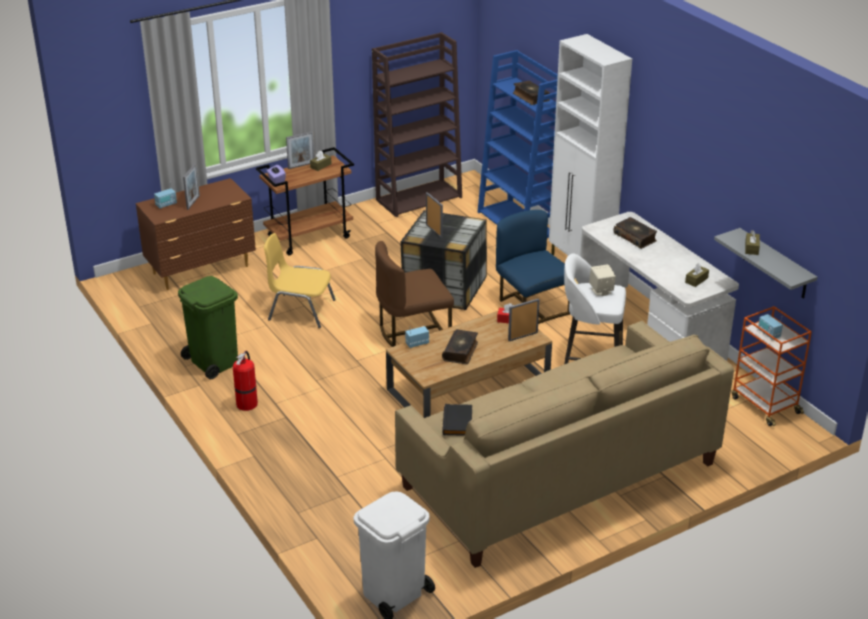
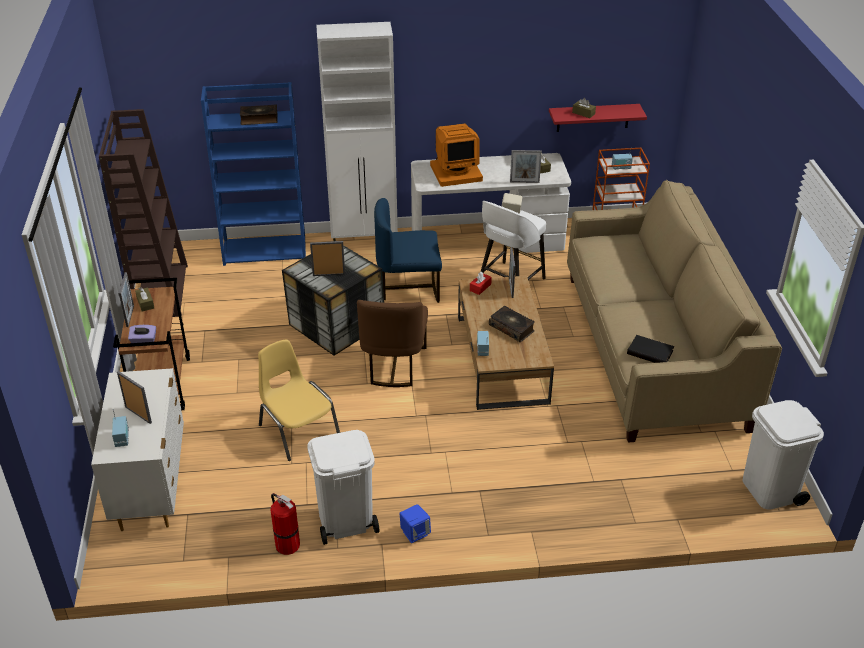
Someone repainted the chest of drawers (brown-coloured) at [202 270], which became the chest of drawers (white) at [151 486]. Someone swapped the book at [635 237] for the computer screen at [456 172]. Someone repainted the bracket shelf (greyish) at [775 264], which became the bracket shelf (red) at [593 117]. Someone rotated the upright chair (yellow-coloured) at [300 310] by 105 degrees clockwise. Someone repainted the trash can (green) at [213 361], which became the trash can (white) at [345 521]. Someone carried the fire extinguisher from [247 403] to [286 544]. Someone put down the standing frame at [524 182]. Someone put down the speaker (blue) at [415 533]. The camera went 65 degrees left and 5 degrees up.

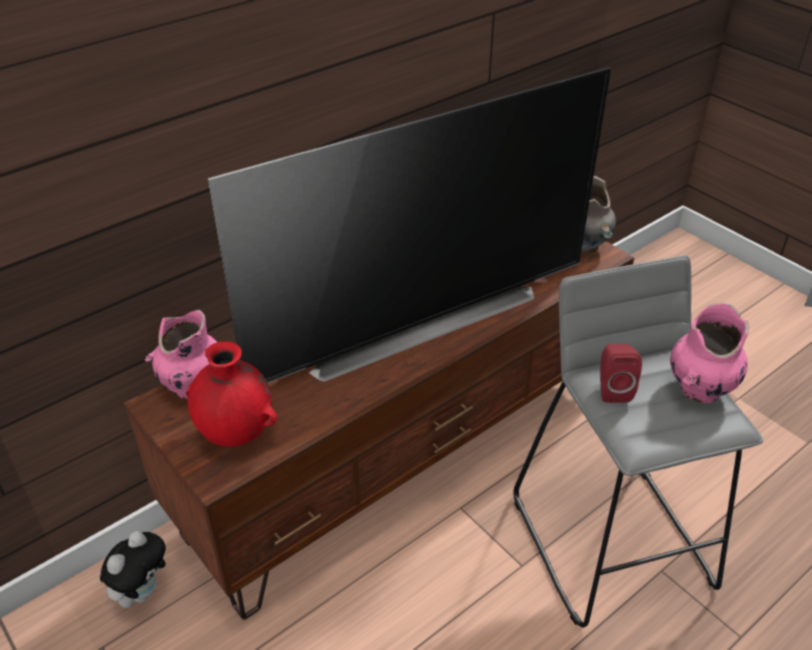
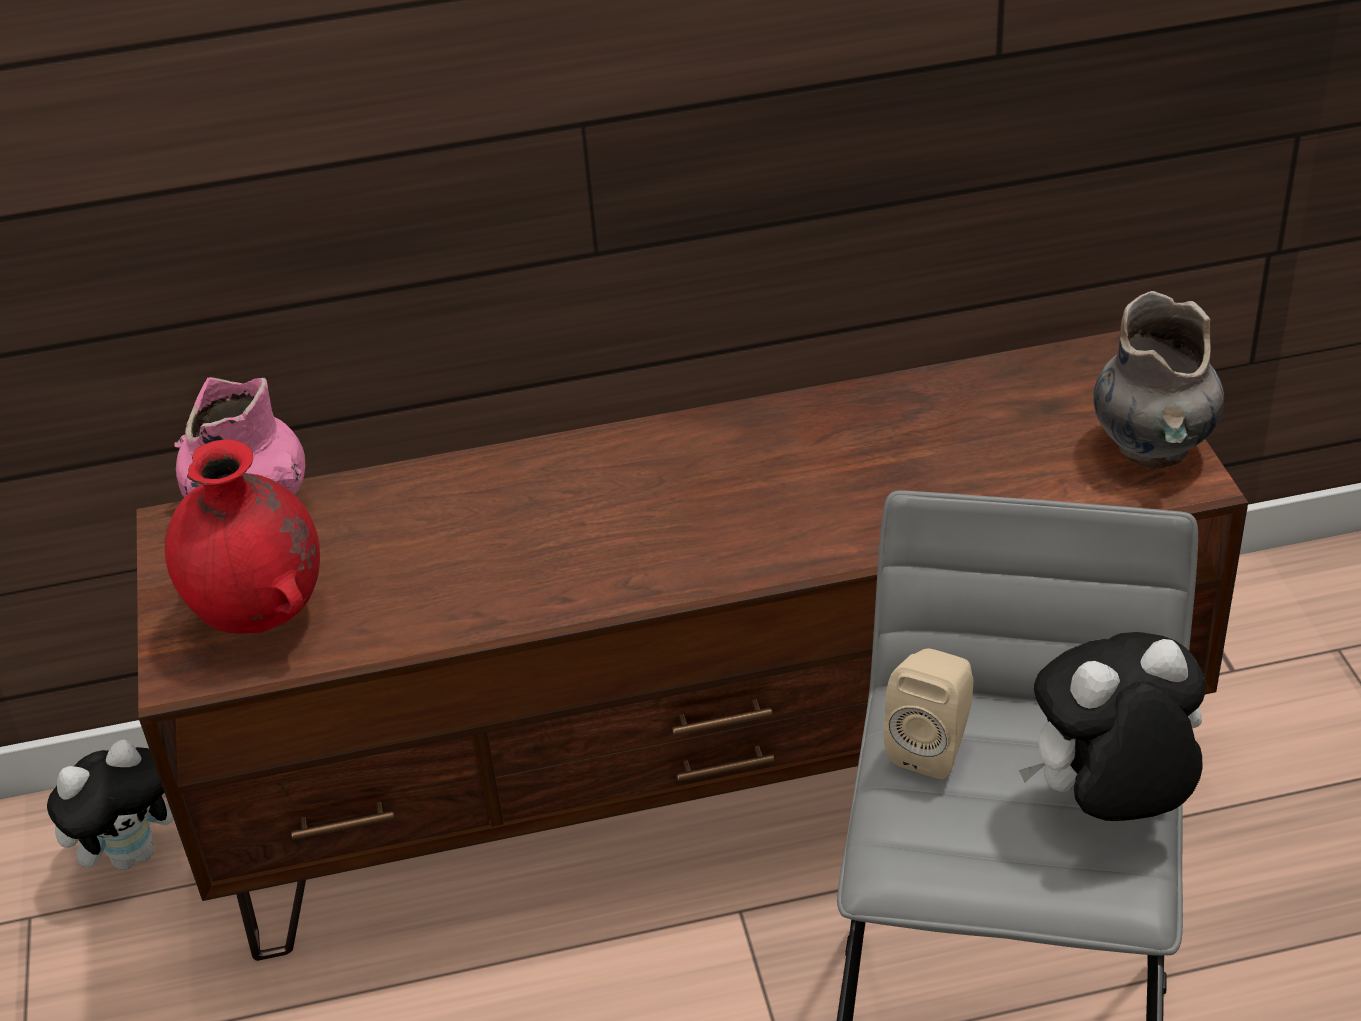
Someone took away the TV set at [417 319]. Someone swapped the decorative vase (pink) at [699 390] for the plush toy at [1109 806]. Someone repainted the speaker (red) at [612 389], which became the speaker (beige-coloured) at [932 746]. The camera went 30 degrees right and 0 degrees up.

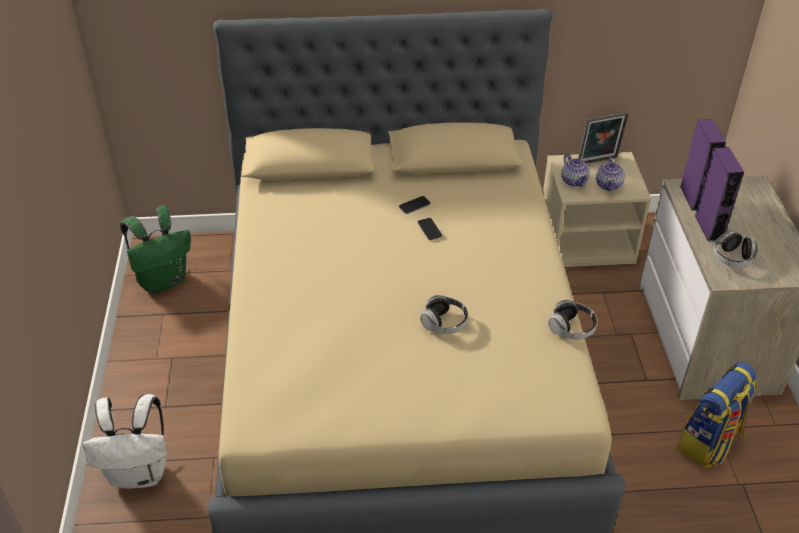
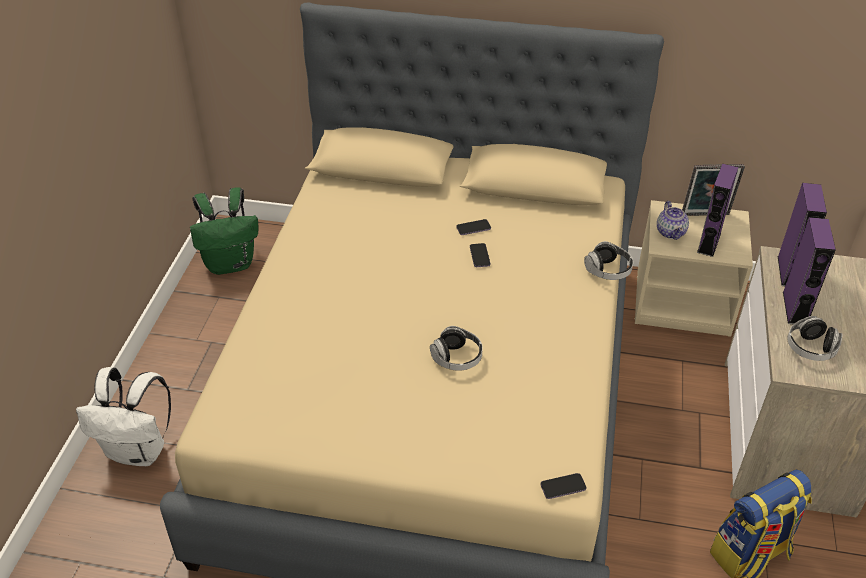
Someone swapped the pot for tea at [608 184] for the speaker (purple-coloured) at [709 242]. Someone carried the pair of headphones from [571 328] to [608 271]. Someone put down the handset at [563 487]. The camera went 15 degrees right and 0 degrees up.

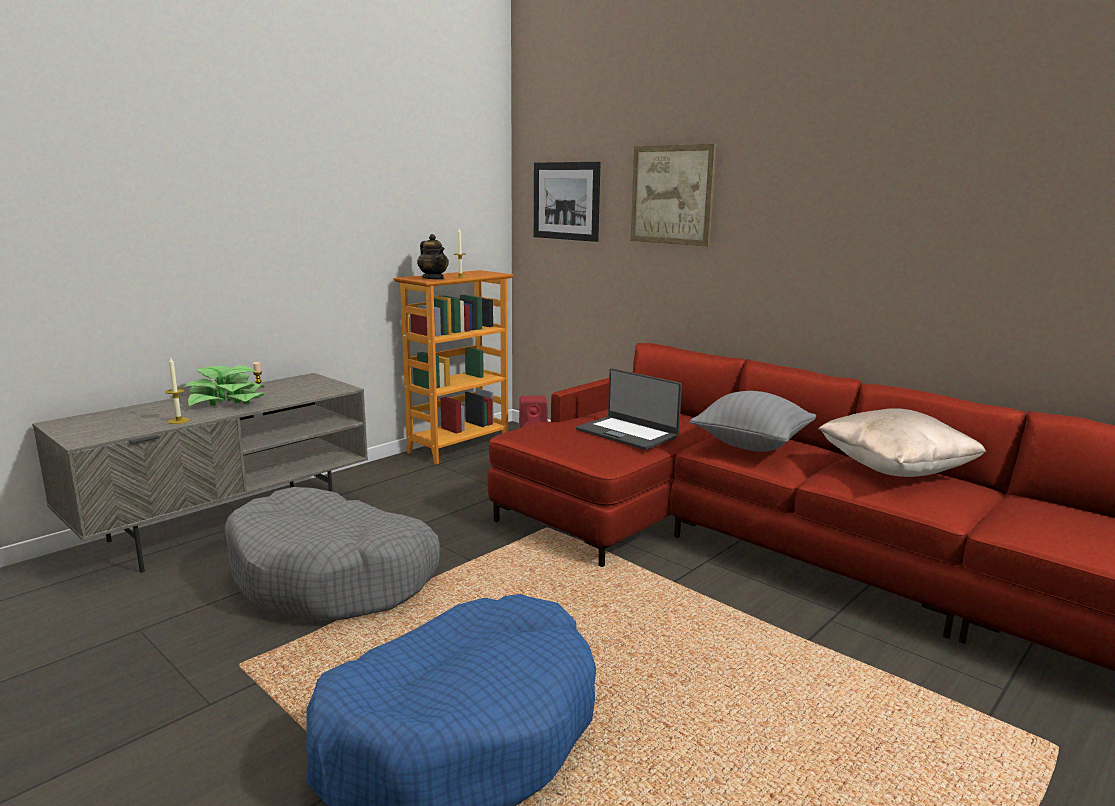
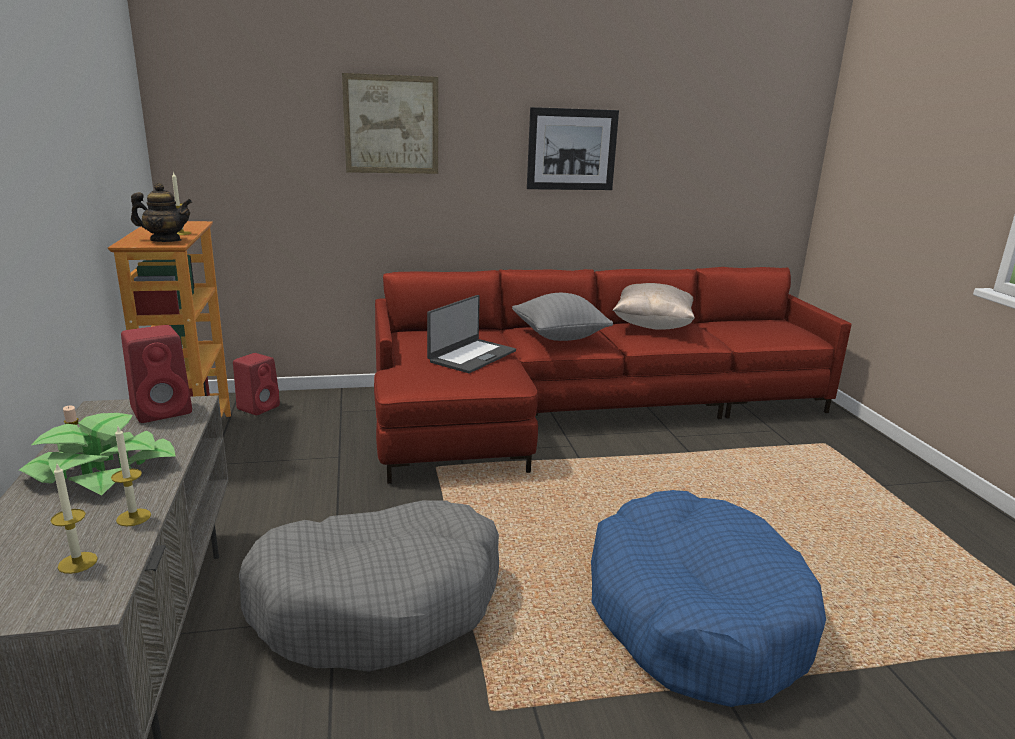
Someone carried the picture from [566 201] to [572 149]. Someone rotated the portable computer at [627 433] by 45 degrees counterclockwise. Someone put down the speaker (red) at [164 410]. Someone put down the wax candle at [77 563]. The camera went 55 degrees left and 5 degrees up.

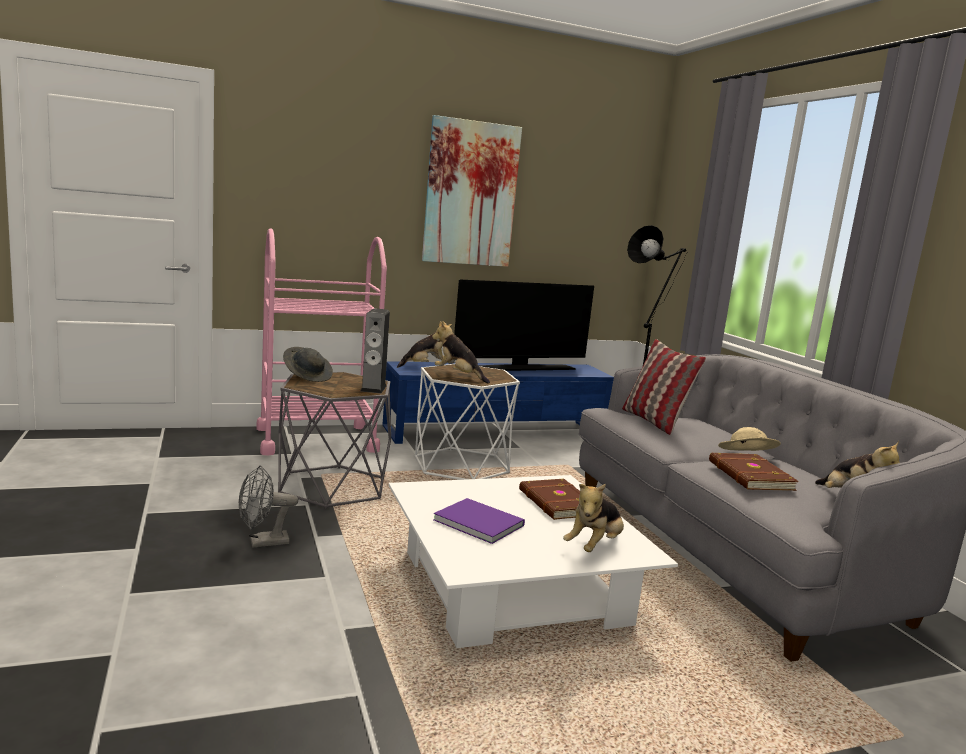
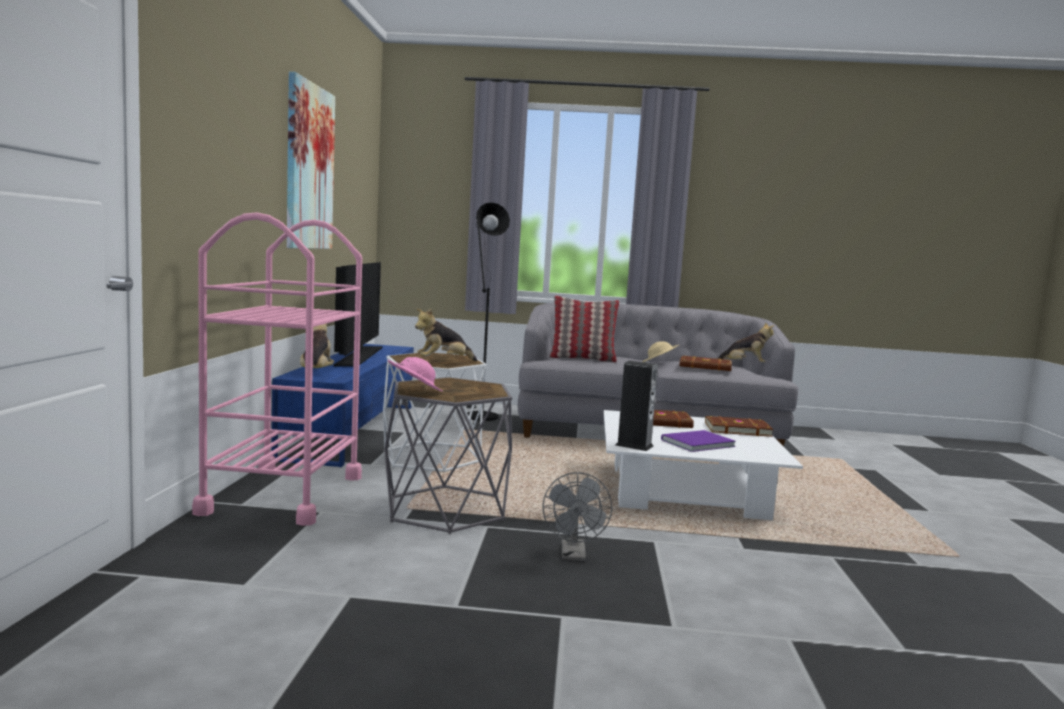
Someone carried the speaker from [373 388] to [634 445]. Someone repainted the hat (greyish) at [308 376], which became the hat (pink) at [414 391]. Someone swapped the plush toy at [594 546] for the book (brown-coloured) at [736 429]. The camera went 65 degrees left and 5 degrees down.

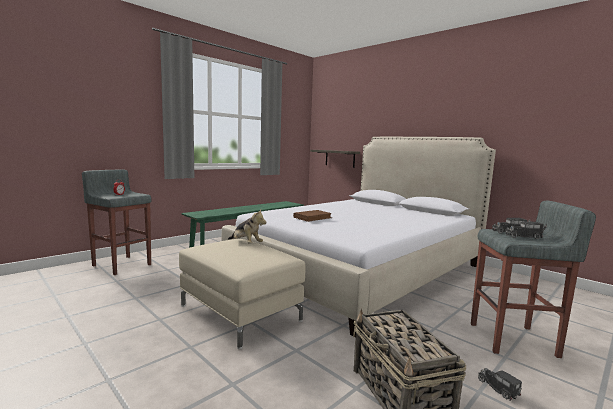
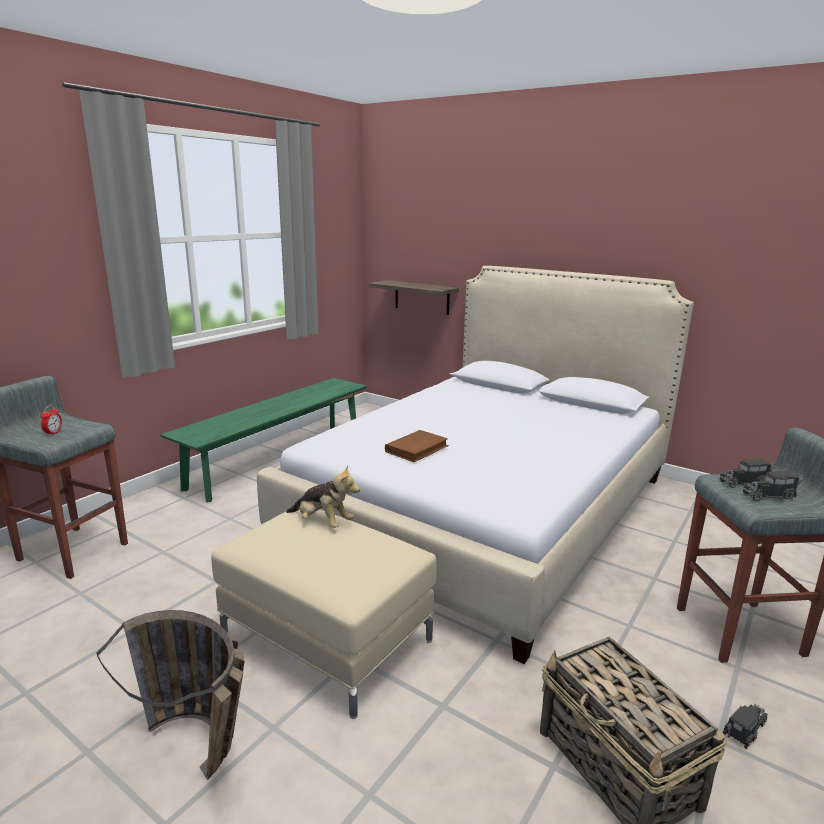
Someone rotated the toy lorry at [500 389] by 90 degrees clockwise. Someone put down the storage basket at [204 754]. The camera went 10 degrees left and 10 degrees up.

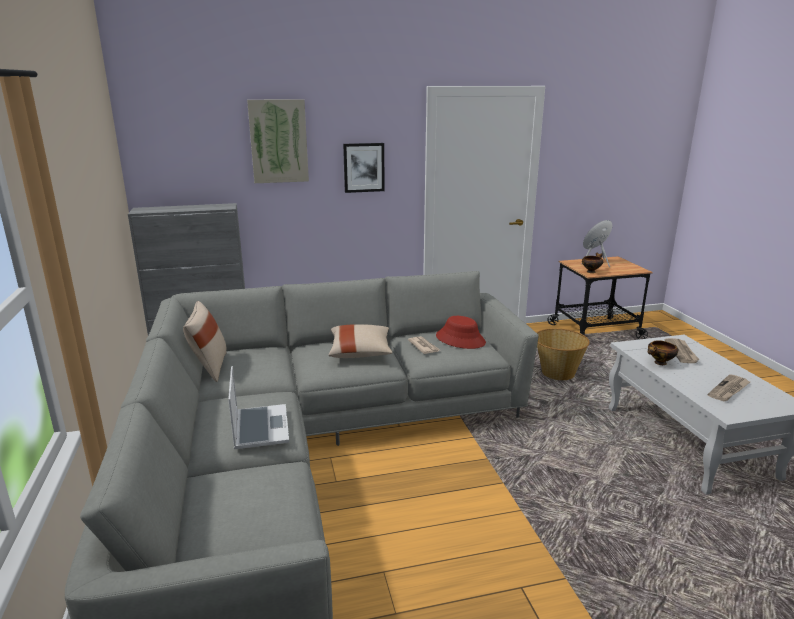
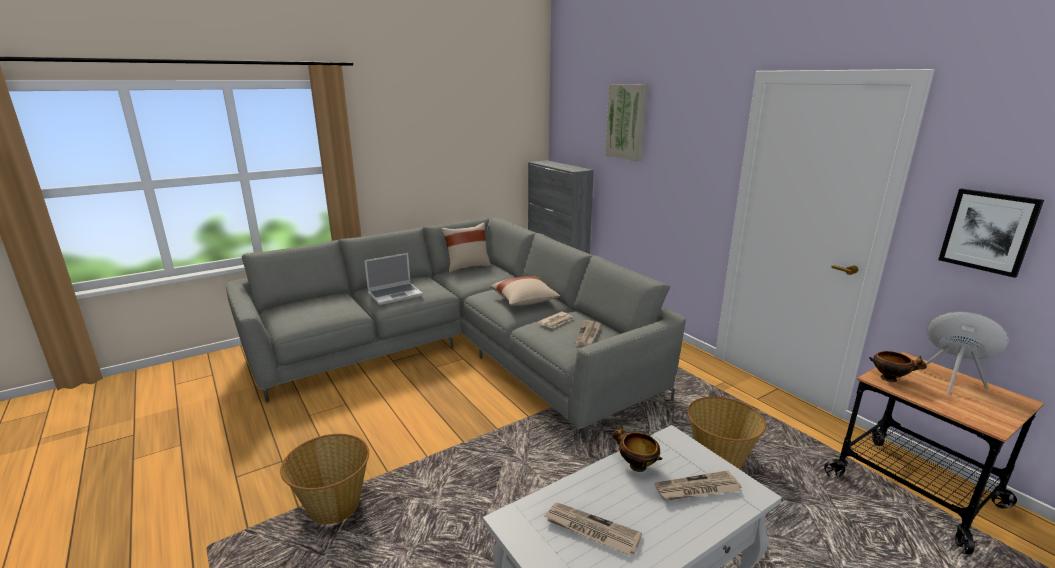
Someone carried the picture from [363 167] to [988 231]. Someone swapped the hat (red) at [460 339] for the newspaper at [588 335]. Someone put down the storage basket at [333 506]. The camera went 70 degrees right and 0 degrees up.

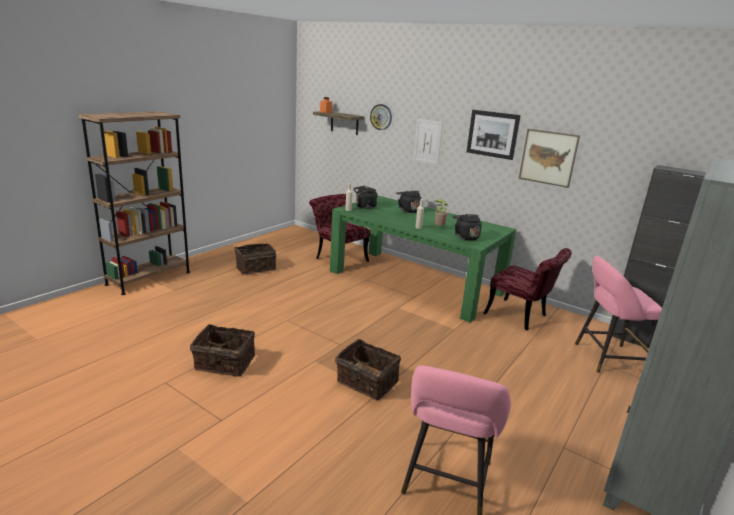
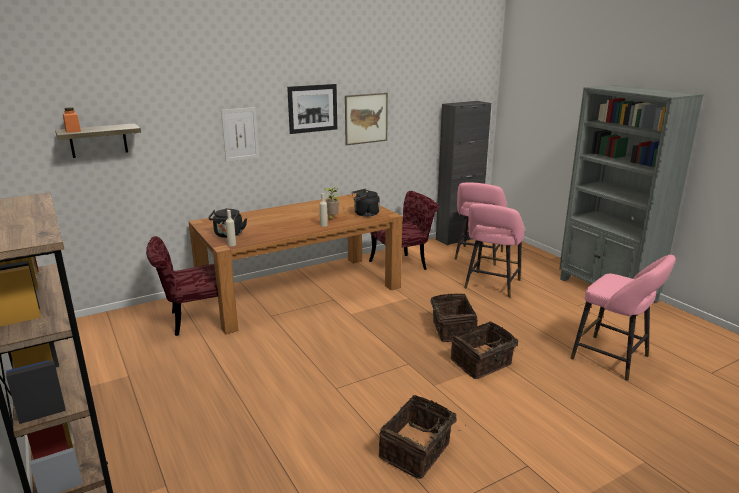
Someone took away the clock on the wall at [381 117]. Someone took away the water kettle (black) at [408 210]. Someone repainted the dining table (green) at [415 282], which became the dining table (brown-coloured) at [300 291]. Someone carried the storage basket from [255 268] to [452 330]. Someone put down the sitting stool (pink) at [491 285]. The camera went 65 degrees left and 0 degrees up.

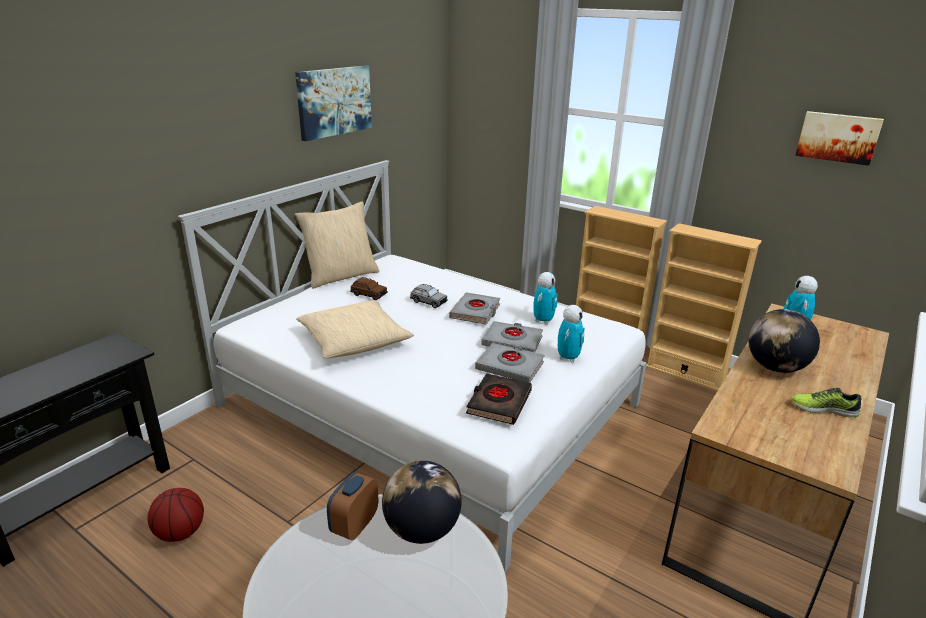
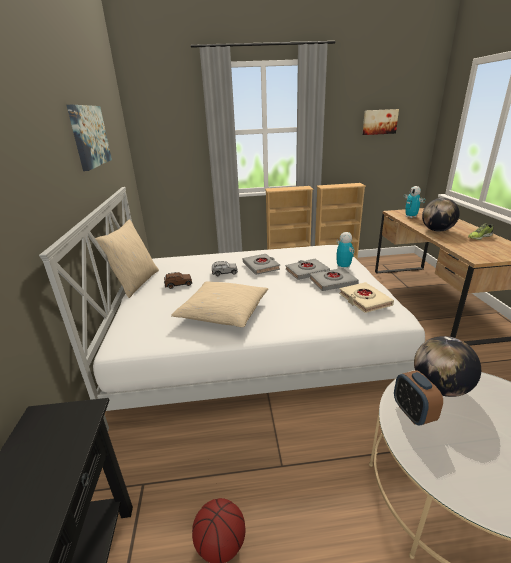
Someone took away the model robot at [543 321]. Someone repainted the book (black) at [498 403], which became the book (beige-coloured) at [364 300]. The camera went 40 degrees left and 0 degrees up.

